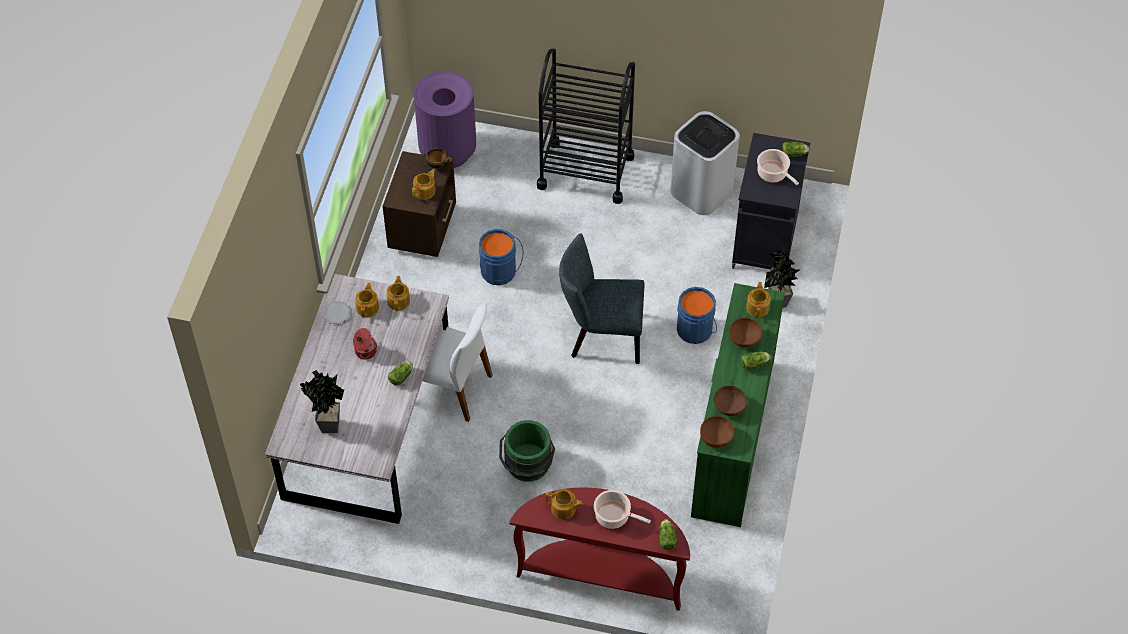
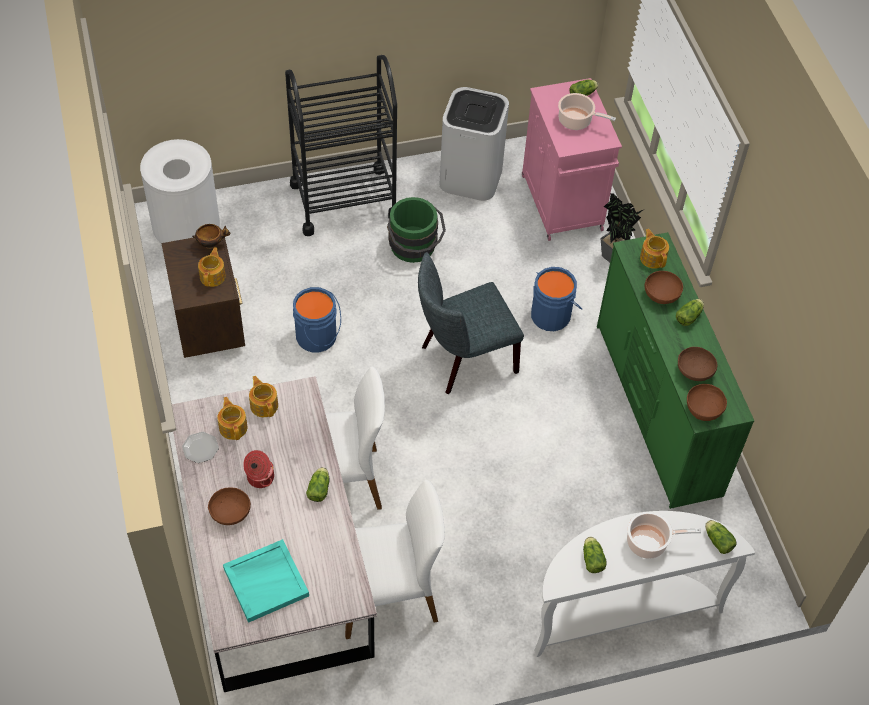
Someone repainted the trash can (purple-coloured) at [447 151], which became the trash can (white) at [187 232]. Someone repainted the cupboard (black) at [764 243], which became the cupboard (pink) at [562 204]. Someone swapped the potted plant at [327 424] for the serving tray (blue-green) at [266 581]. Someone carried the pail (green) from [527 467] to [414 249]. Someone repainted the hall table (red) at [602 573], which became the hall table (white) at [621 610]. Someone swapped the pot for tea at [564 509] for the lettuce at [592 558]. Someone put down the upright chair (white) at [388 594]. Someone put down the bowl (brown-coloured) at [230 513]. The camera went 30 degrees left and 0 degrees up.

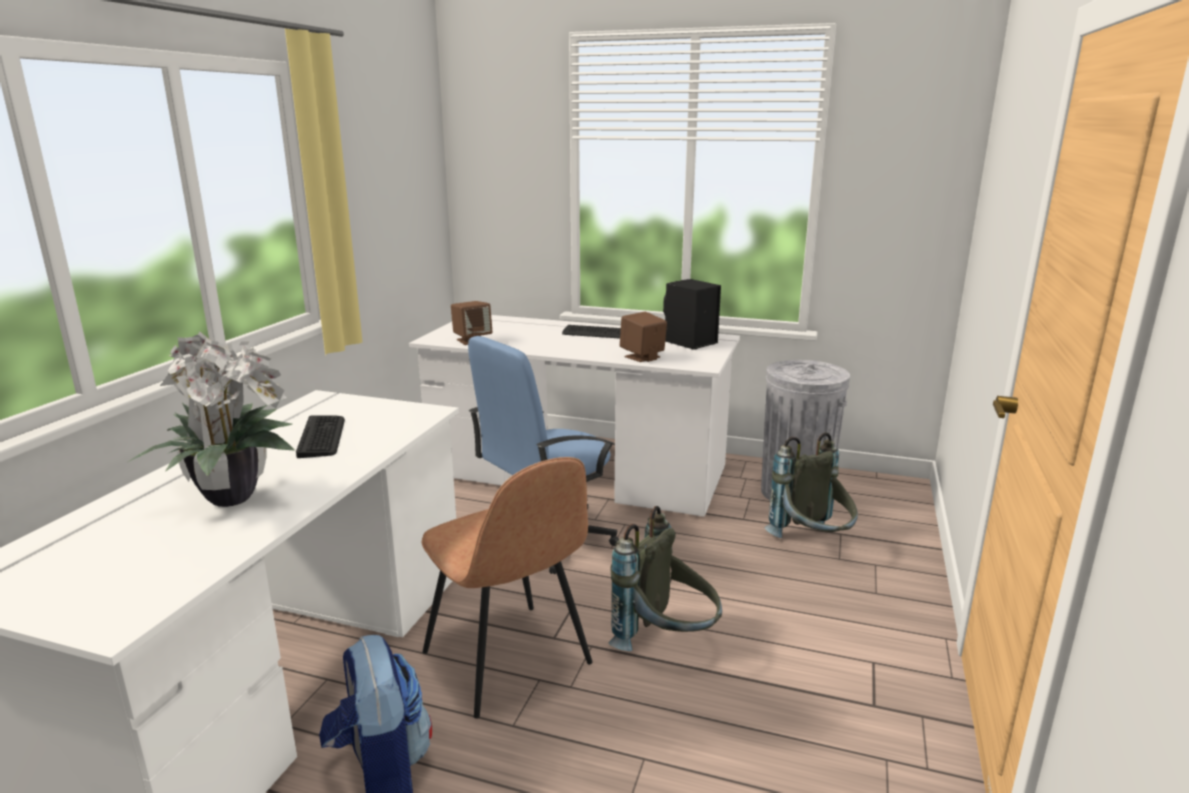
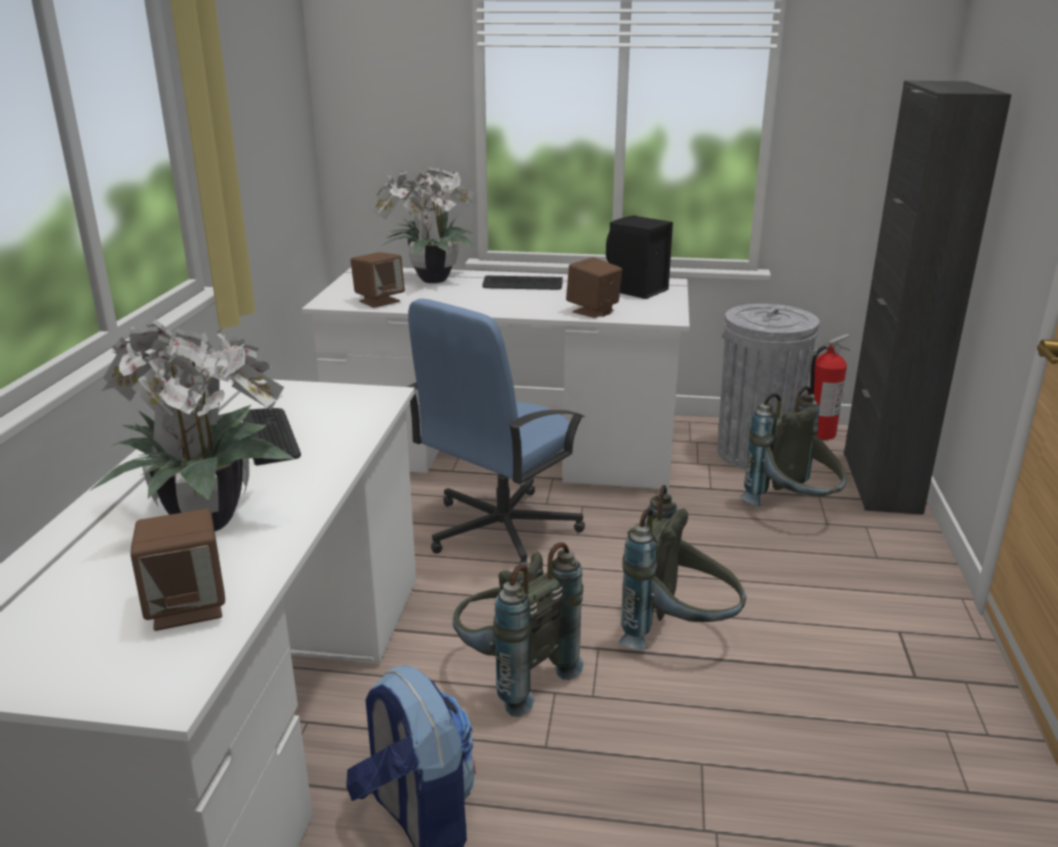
Someone swapped the upright chair (brown-coloured) at [508 660] for the backpack (greyish) at [512 675]. Someone put down the cupboard (black) at [881 482]. Someone put down the potted plant at [430 280]. Someone put down the fire extinguisher at [818 433]. Someone put down the speaker (brown-coloured) at [188 607]. The camera went 10 degrees left and 5 degrees up.

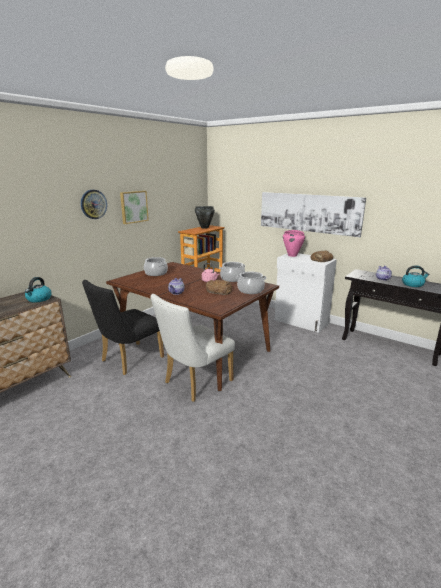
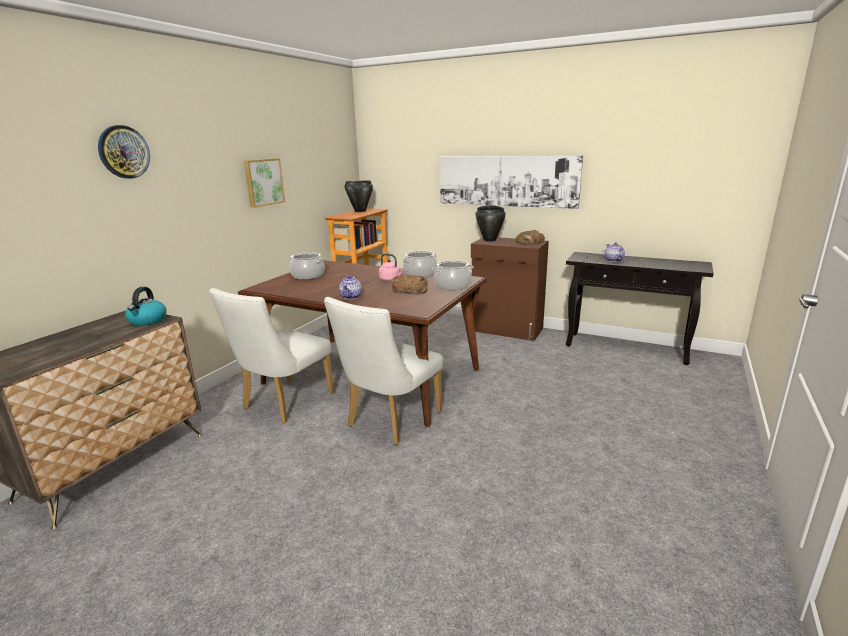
Someone carried the clock on the wall from [93 204] to [124 152]. Someone repainted the cooking pot (pink) at [292 255], which became the cooking pot (black) at [490 240]. Someone repainted the cupboard (white) at [301 322], which became the cupboard (brown-coloured) at [507 330]. Someone took away the water kettle at [413 284]. Someone repainted the upright chair (black) at [128 360], which became the upright chair (white) at [283 404]. The camera went 10 degrees left and 0 degrees up.

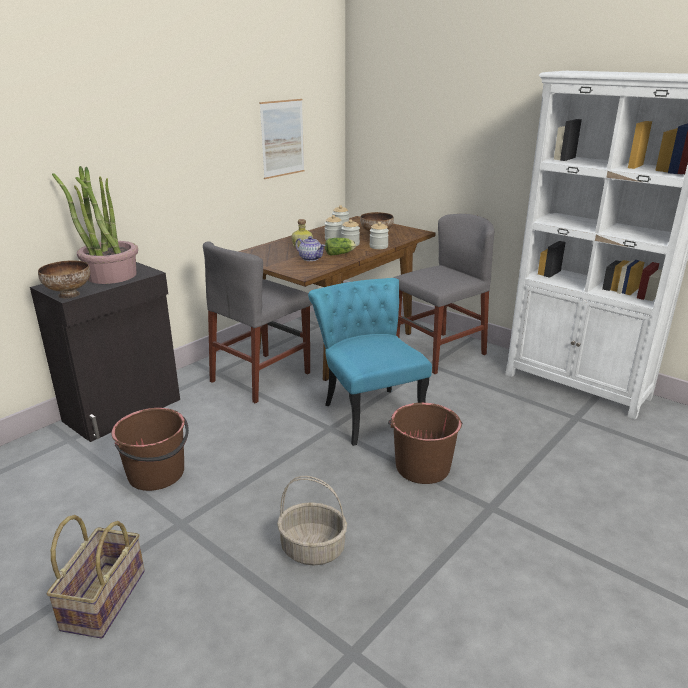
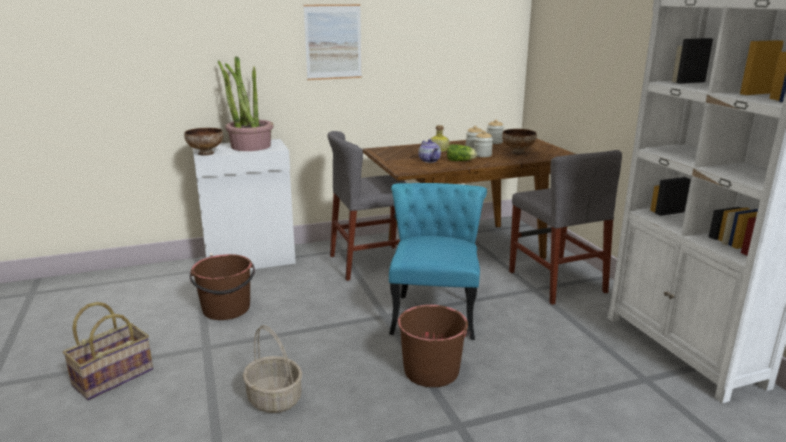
Someone carried the picture from [282 138] to [333 42]. Someone rotated the upright chair (greyish) at [439 353] by 75 degrees clockwise. Someone took away the storage jar at [378 247]. Someone repainted the cupboard (black) at [124 410], which became the cupboard (white) at [251 260]. The camera went 30 degrees right and 5 degrees down.

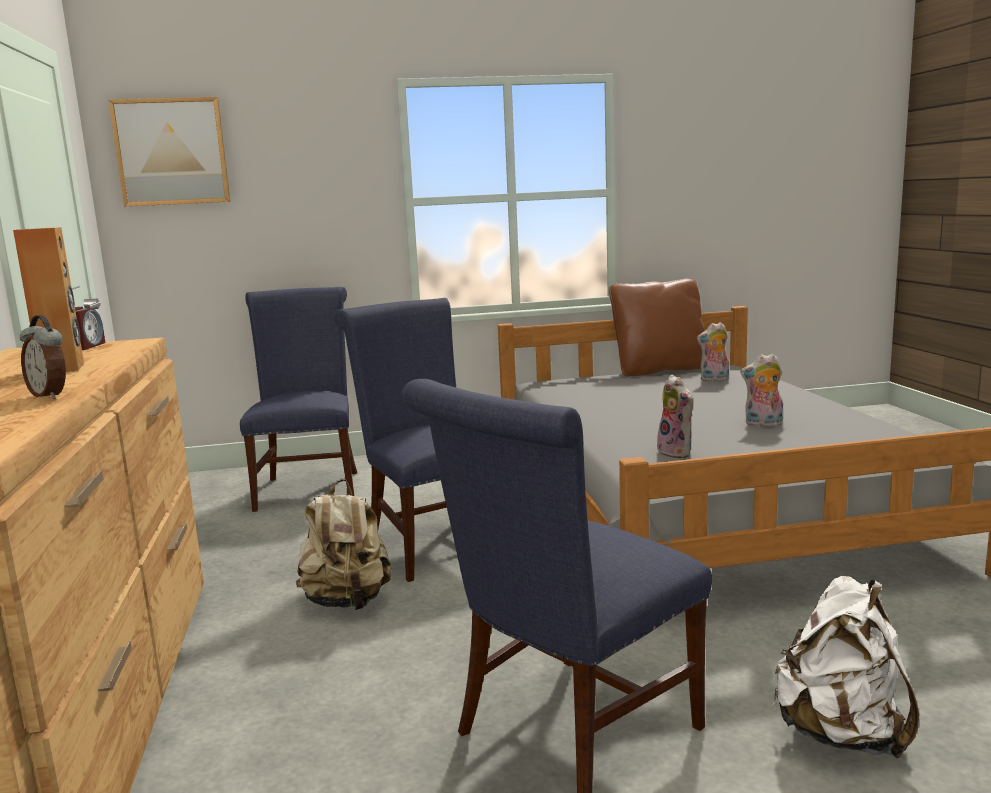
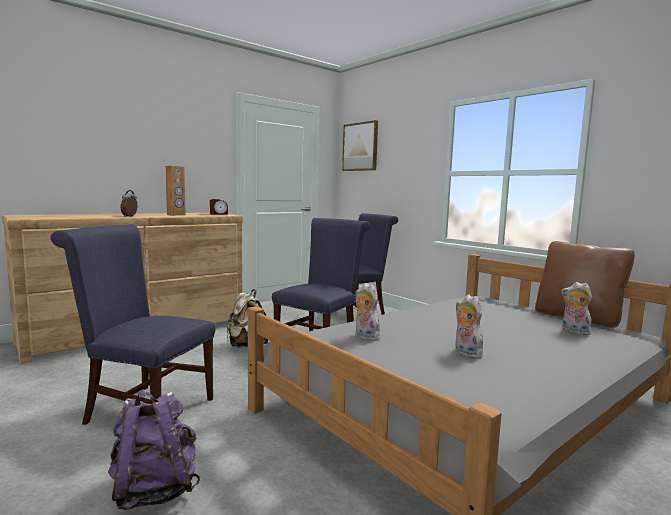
Someone rotated the plush toy at [677 453] by 105 degrees clockwise. Someone repainted the backpack (white) at [841 733], which became the backpack (purple-coloured) at [154 490]. The camera went 60 degrees right and 5 degrees down.

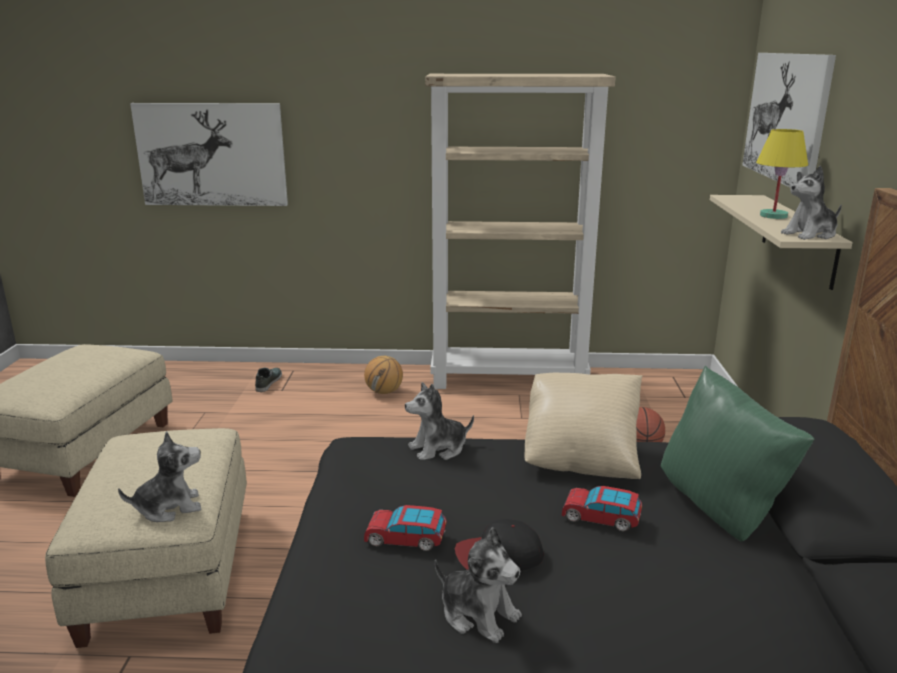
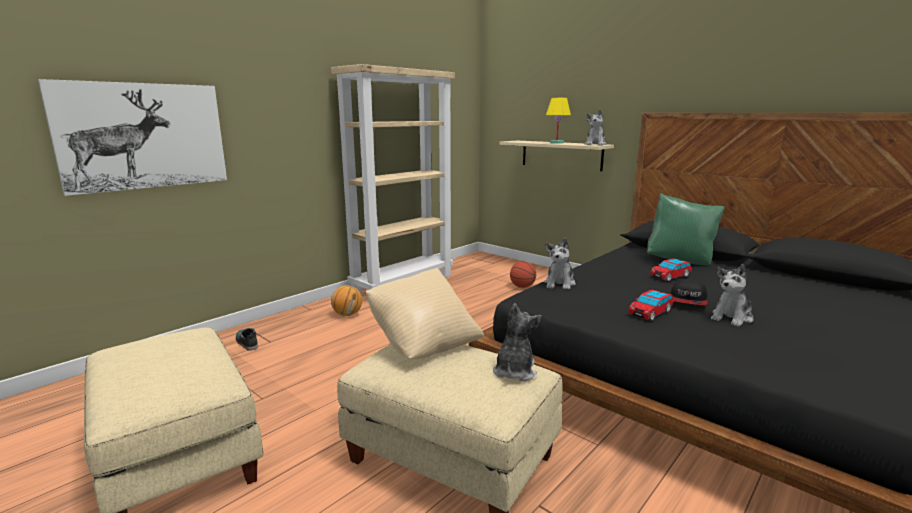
Someone took away the picture at [785 117]. Someone carried the pillow (beige-coloured) from [581 457] to [424 343]. Someone rotated the plush toy at [478 614] by 150 degrees clockwise. The camera went 50 degrees left and 5 degrees down.

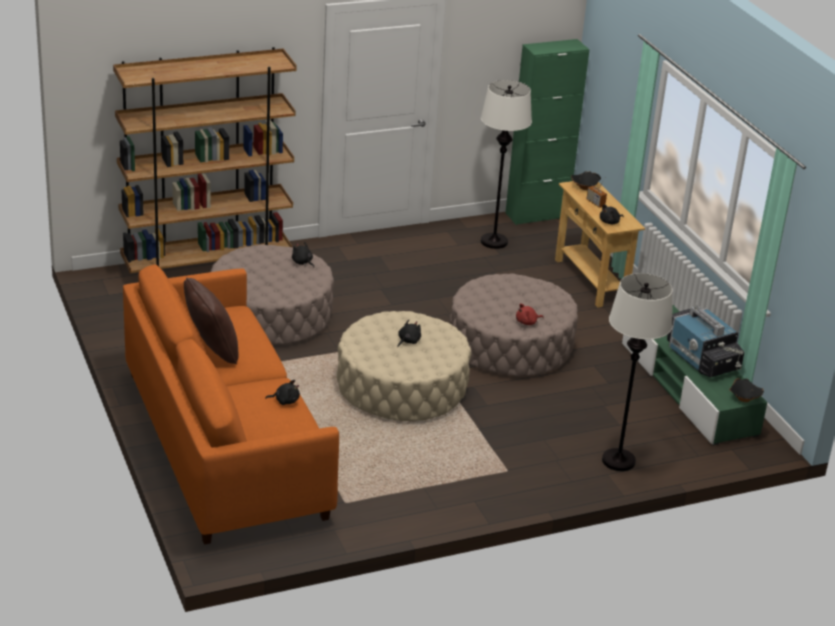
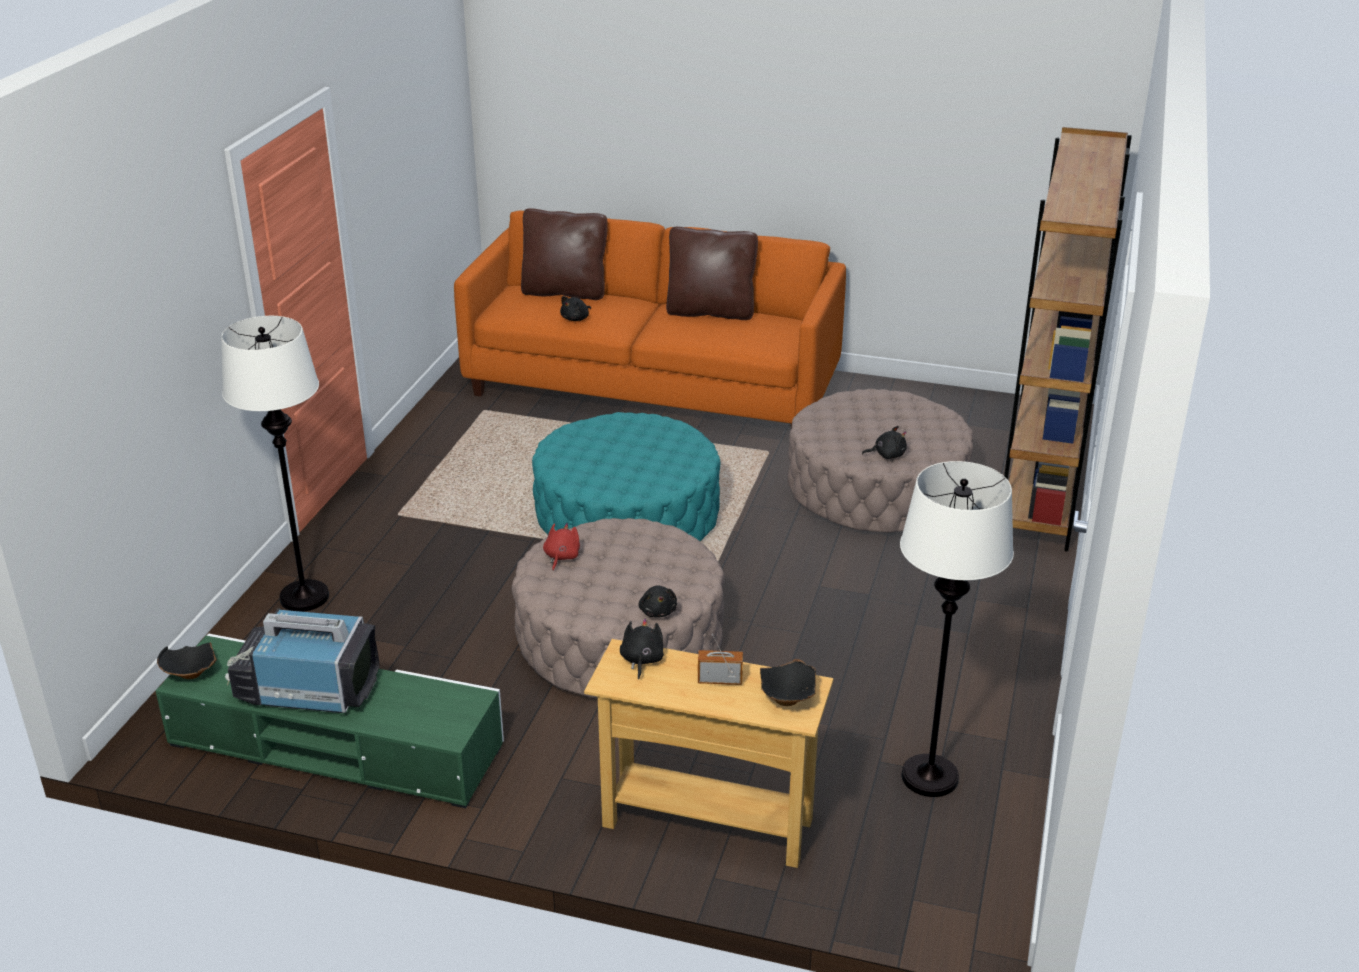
Someone took away the cupboard (green) at [536 215]. Someone repainted the pouffe (beige-coloured) at [402 387], which became the pouffe (blue-green) at [627 516]. Someone carried the plush toy (black) from [408 341] to [658 611]. Someone put down the pillow (brown-coloured) at [565 292]. The camera went 130 degrees right and 0 degrees up.

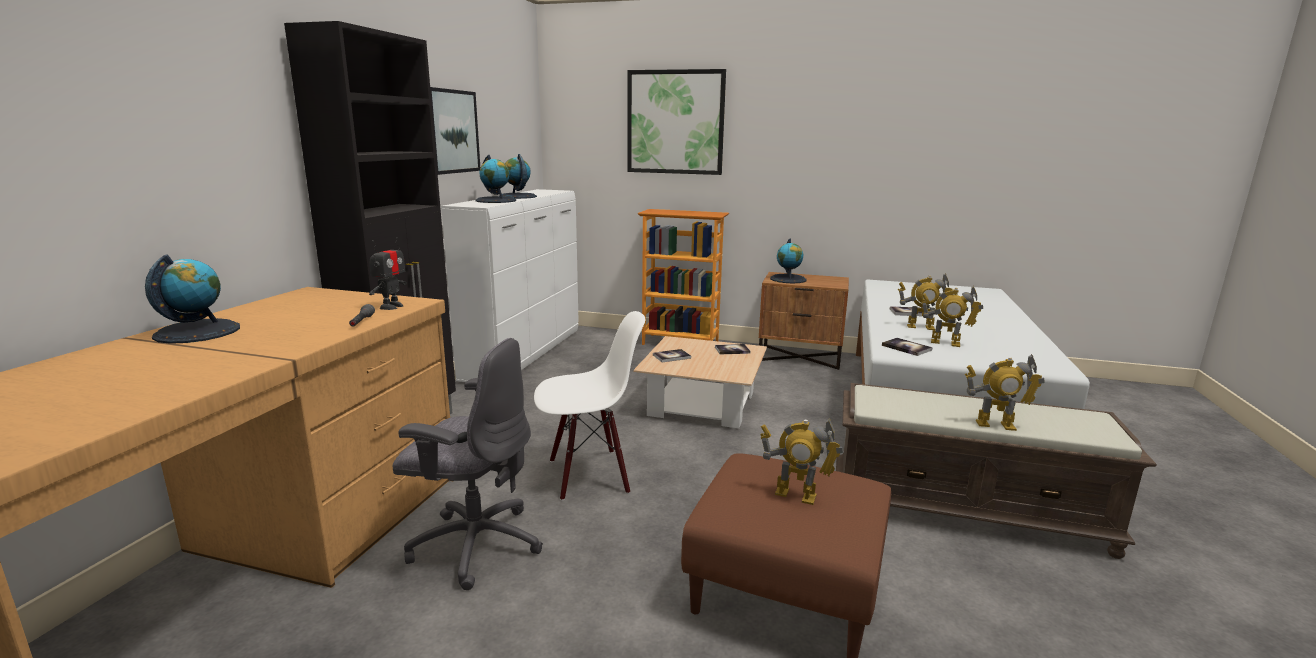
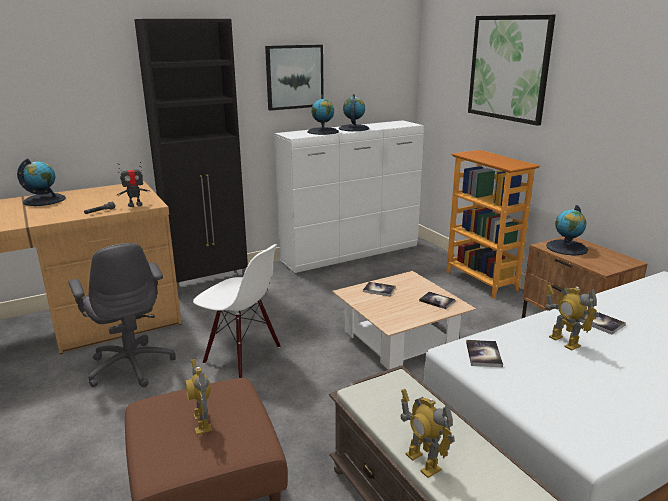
Someone took away the model robot at [945 343]. The camera went 45 degrees right and 5 degrees up.

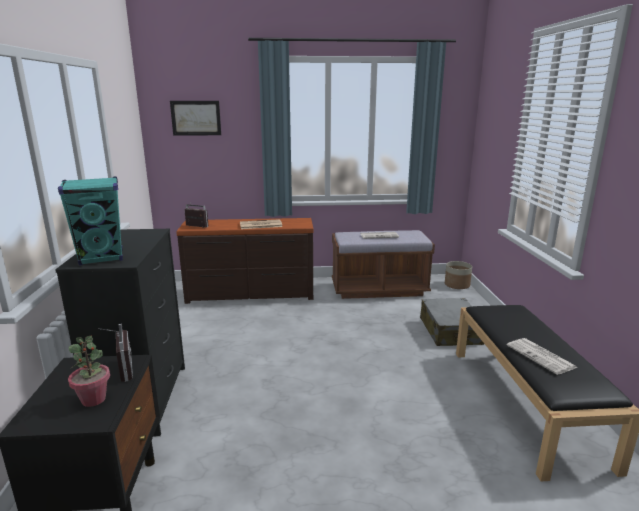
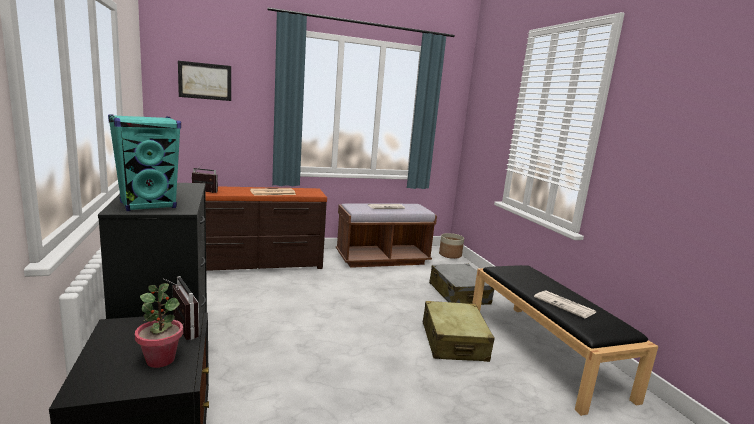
Someone put down the travel case (beige-coloured) at [454 342]. The camera went 15 degrees left and 5 degrees down.

